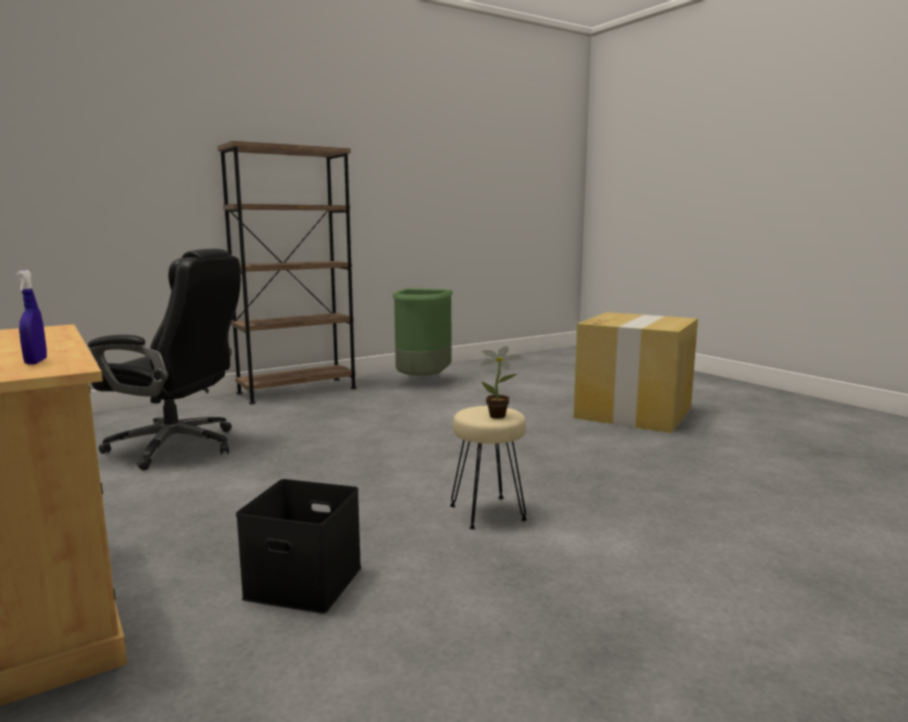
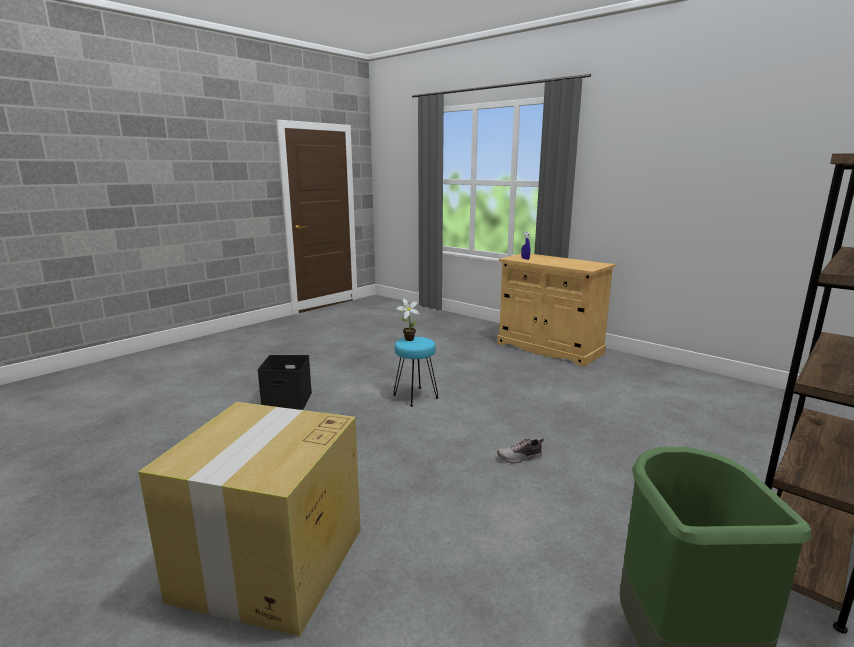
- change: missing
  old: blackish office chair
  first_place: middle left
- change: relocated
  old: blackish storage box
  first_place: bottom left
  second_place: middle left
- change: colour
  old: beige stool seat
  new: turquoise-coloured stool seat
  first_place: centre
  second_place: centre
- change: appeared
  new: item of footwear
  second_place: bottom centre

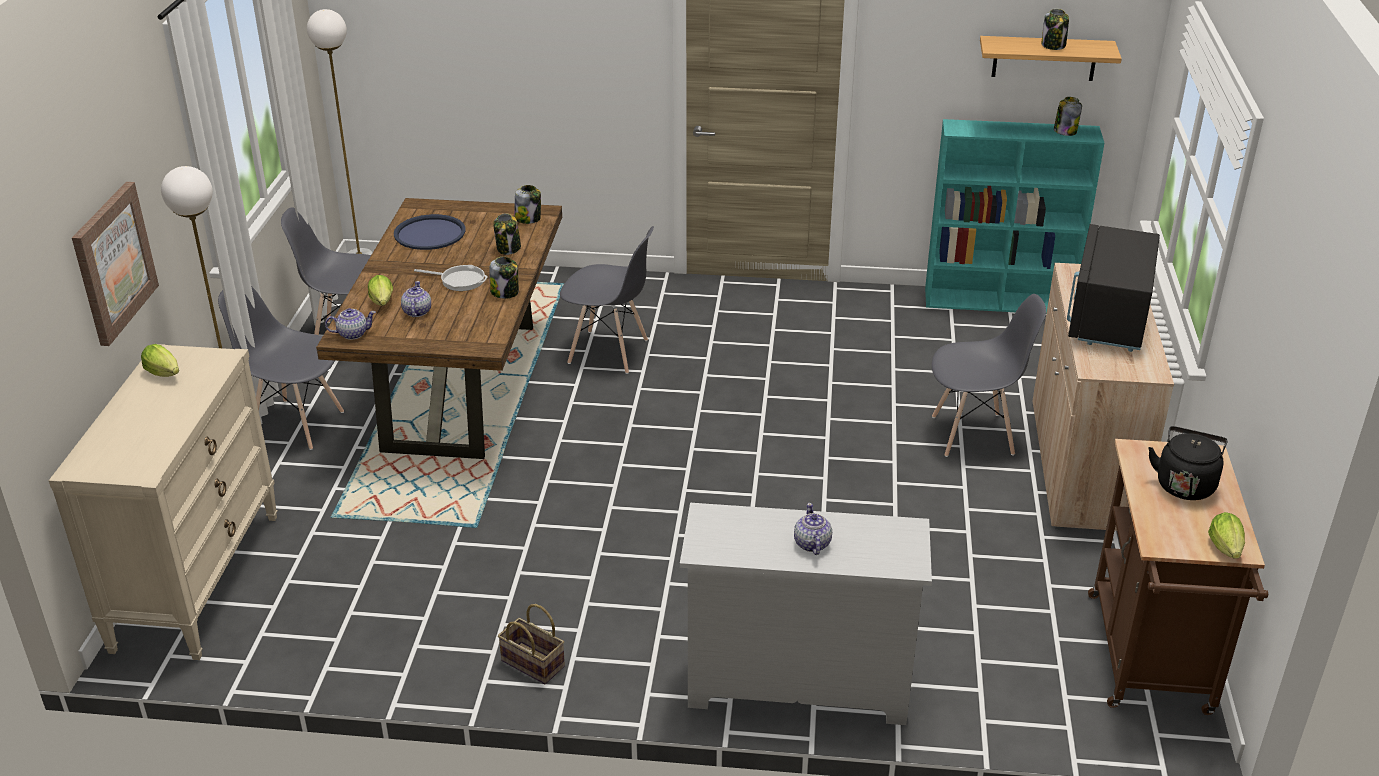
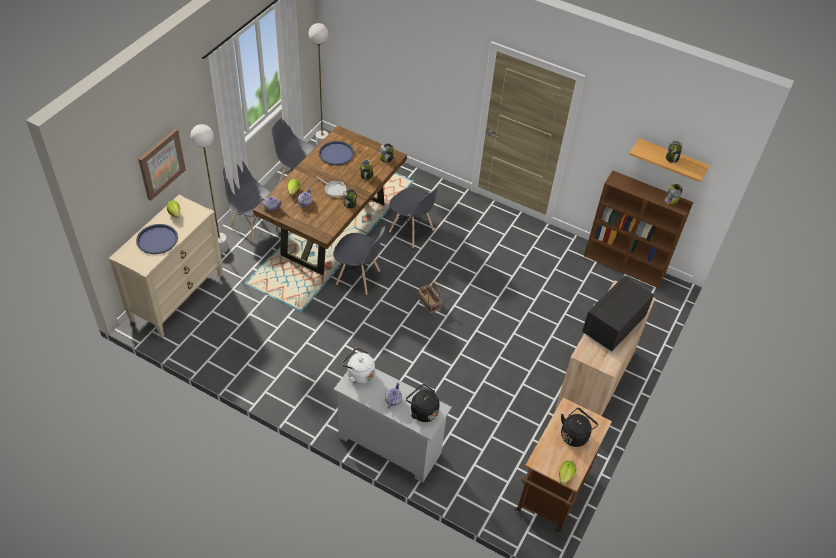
- change: relocated
  old: storage basket
  first_place: bottom centre
  second_place: centre
- change: colour
  old: turquoise-coloured bookcase
  new: brown-coloured bookcase
  first_place: top right
  second_place: middle right
- change: relocated
  old: greyish plain chair (no. 4 from left in the first image)
  new: greyish plain chair (no. 3 from left)
  first_place: middle right
  second_place: centre
- change: appeared
  new: blue-coloured tray (no. 1 from left)
  second_place: middle left
- change: appeared
  new: whitish kettle
  second_place: centre
- change: appeared
  new: blackish kettle (no. 1 from left)
  second_place: bottom centre

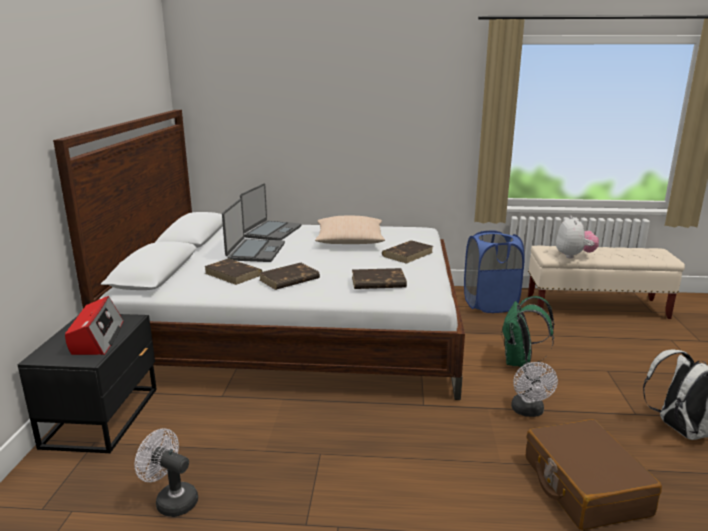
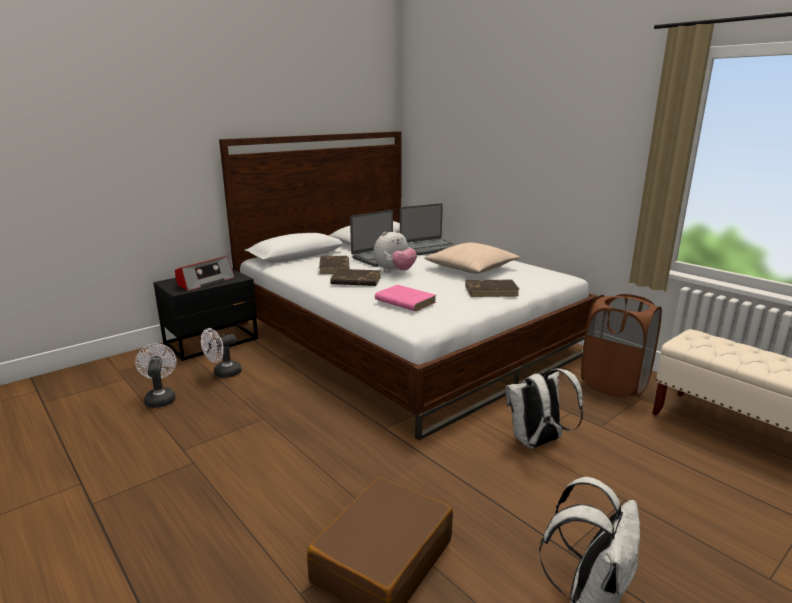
- change: colour
  old: brown-coloured book (no. 3 from left)
  new: pinkish book
  first_place: centre
  second_place: centre
- change: colour
  old: blue-coloured washing basket
  new: brown-coloured washing basket
  first_place: middle right
  second_place: middle right
- change: colour
  old: green backpack
  new: whitish backpack (no. 1 from left)
  first_place: middle right
  second_place: bottom right
- change: relocated
  old: whitish electric fan (no. 2 from left)
  first_place: bottom right
  second_place: middle left
- change: relocated
  old: soft toy
  first_place: middle right
  second_place: centre

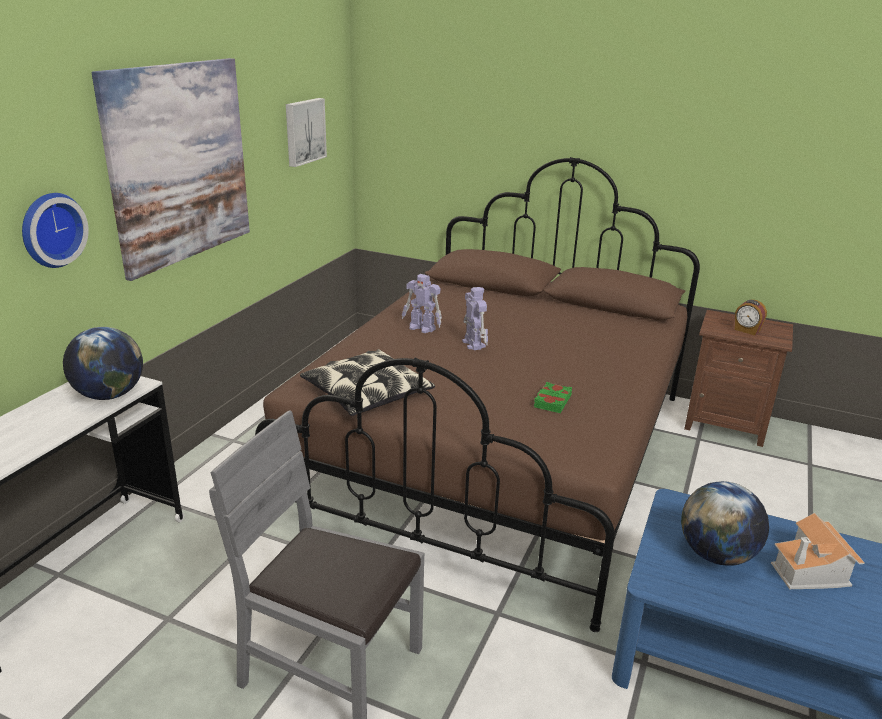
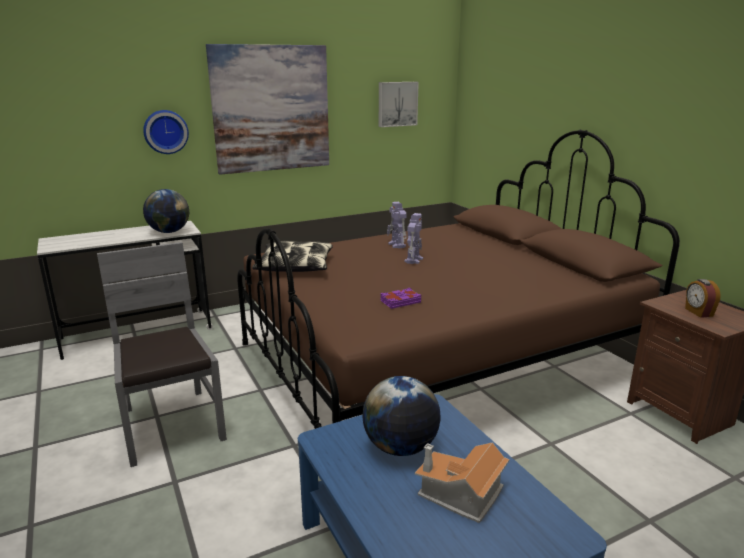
- change: colour
  old: green book
  new: purple-coloured book
  first_place: centre
  second_place: centre

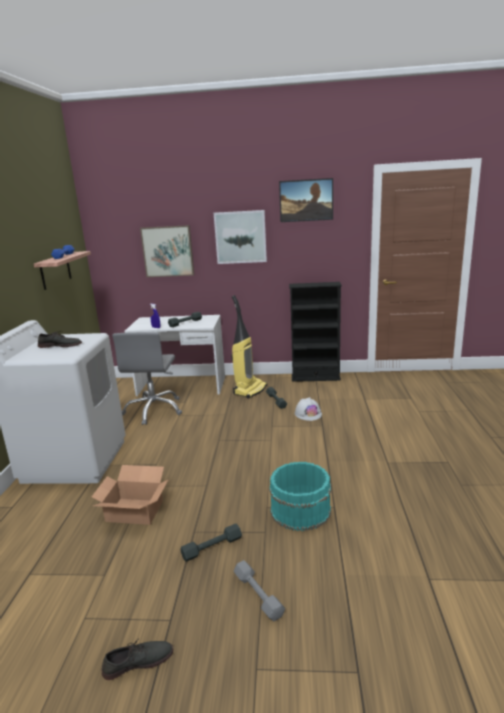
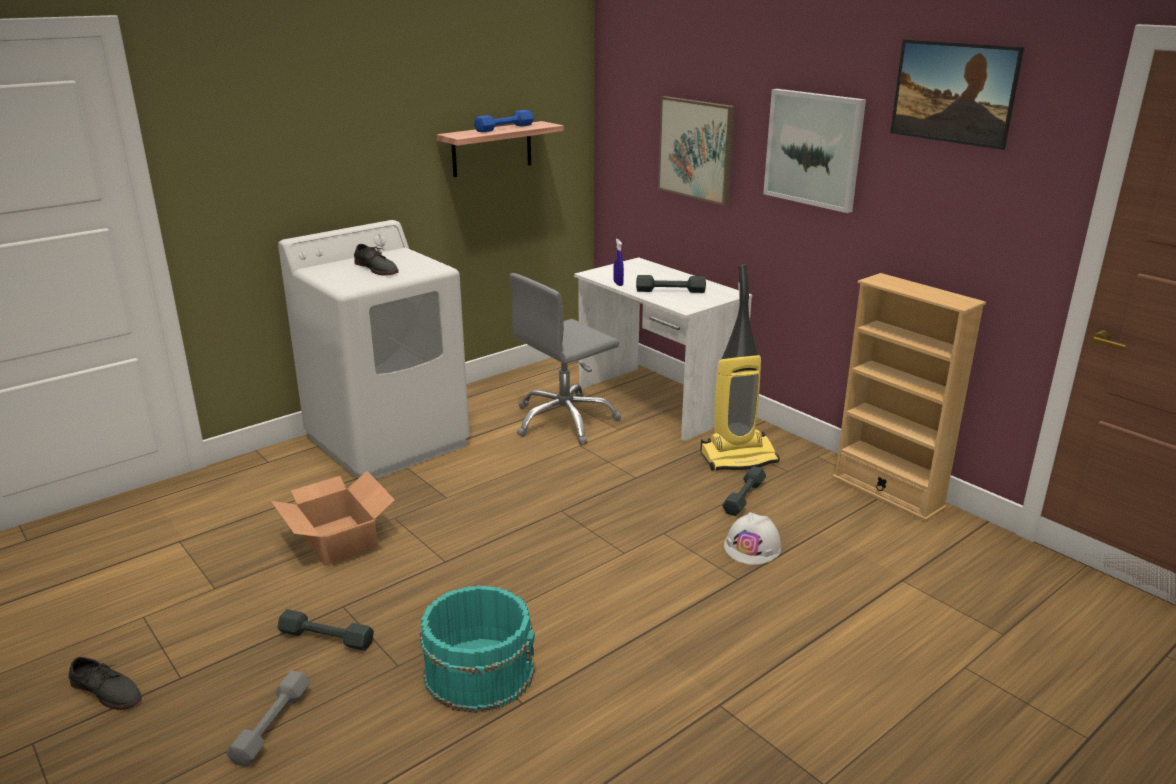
- change: colour
  old: blackish bookcase
  new: beige bookcase
  first_place: centre
  second_place: middle right

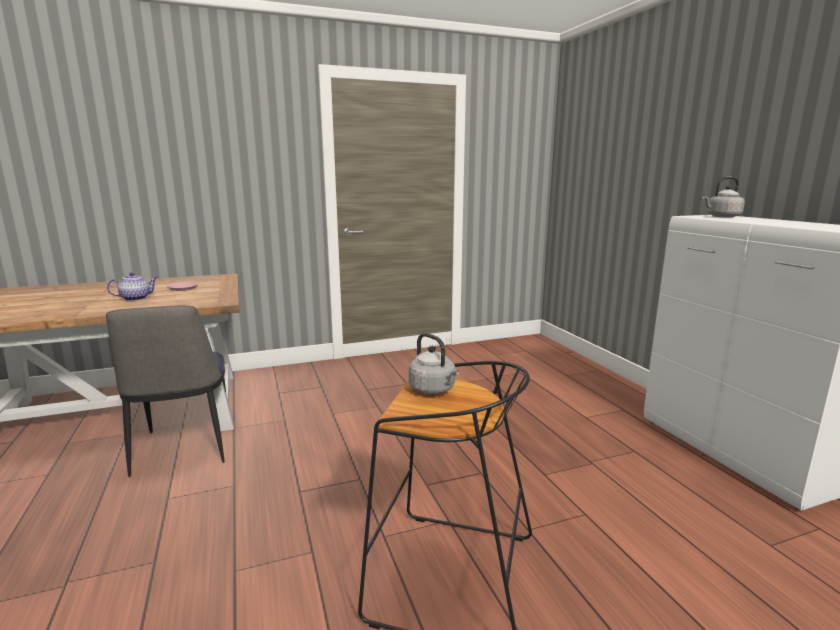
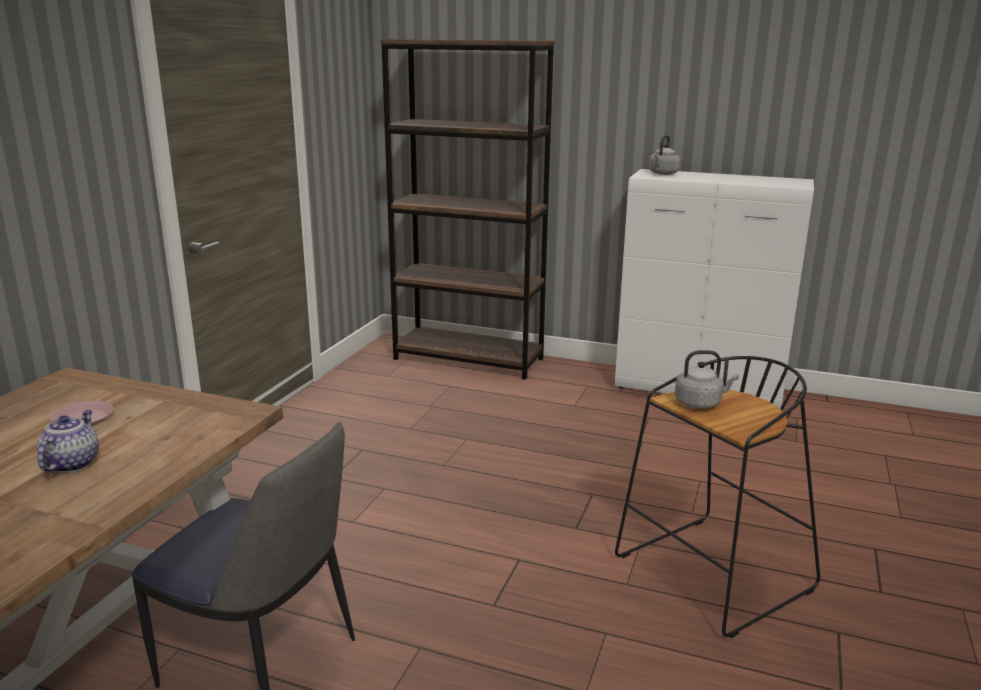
- change: appeared
  new: brown-coloured bookcase
  second_place: top centre

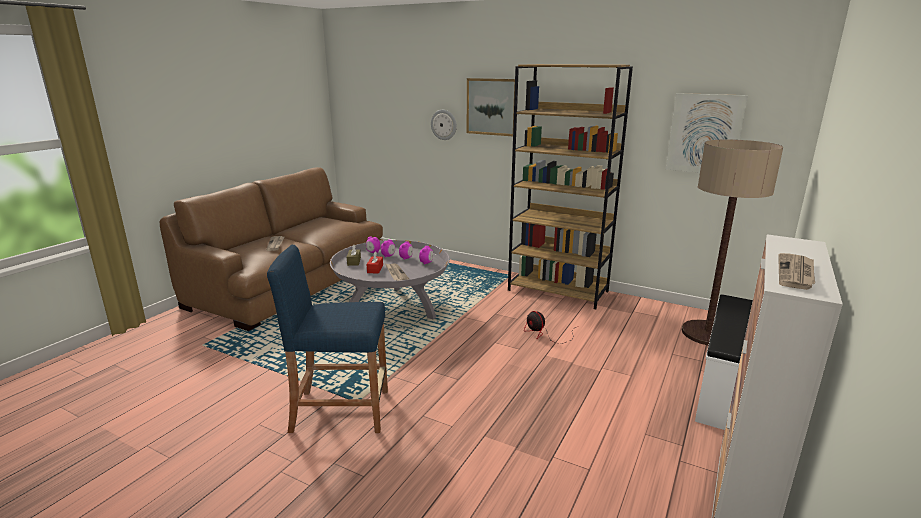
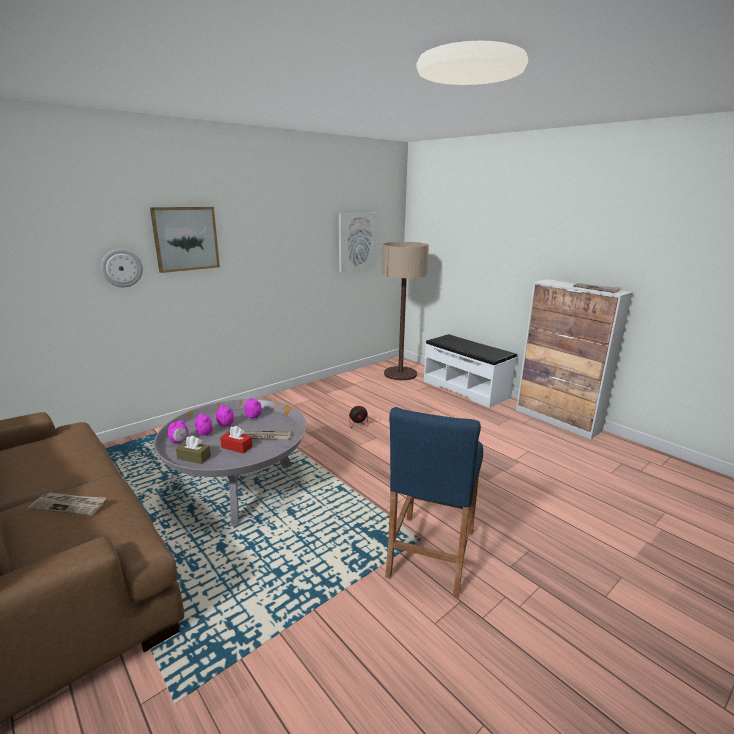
- change: missing
  old: brown-coloured bookcase
  first_place: centre

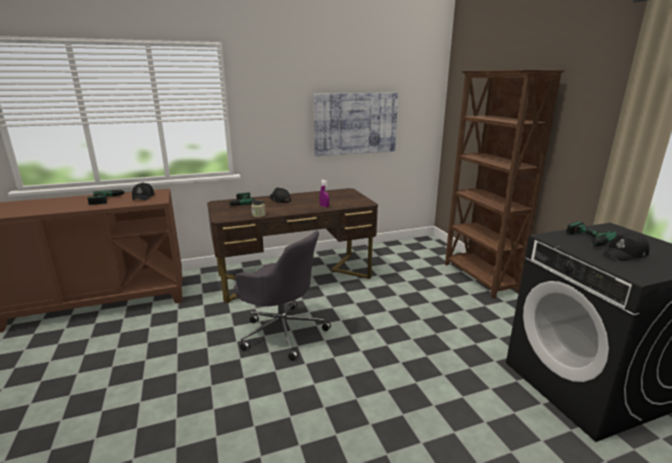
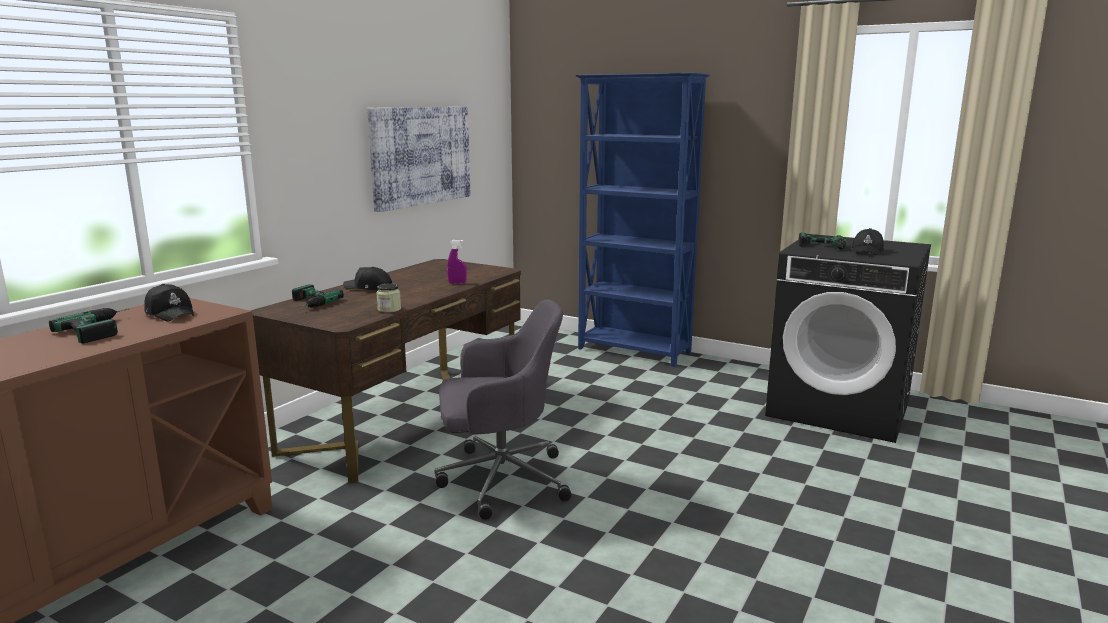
- change: colour
  old: brown-coloured bookcase
  new: blue-coloured bookcase
  first_place: middle right
  second_place: centre

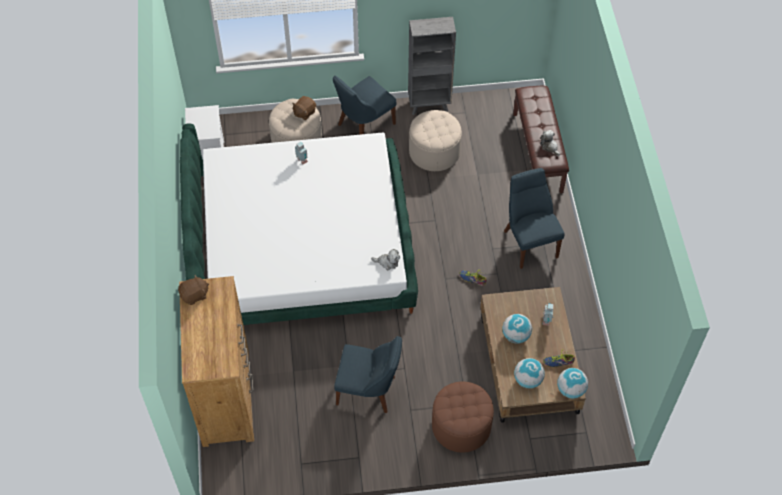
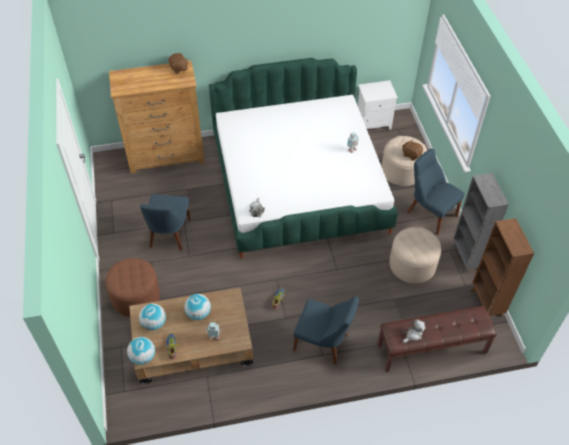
- change: spun
  old: blue-coloured plain chair (no. 3 from left in the first image)
  first_place: middle right
  second_place: bottom centre
  degrees: 45
- change: appeared
  new: brown-coloured bookcase
  second_place: middle right

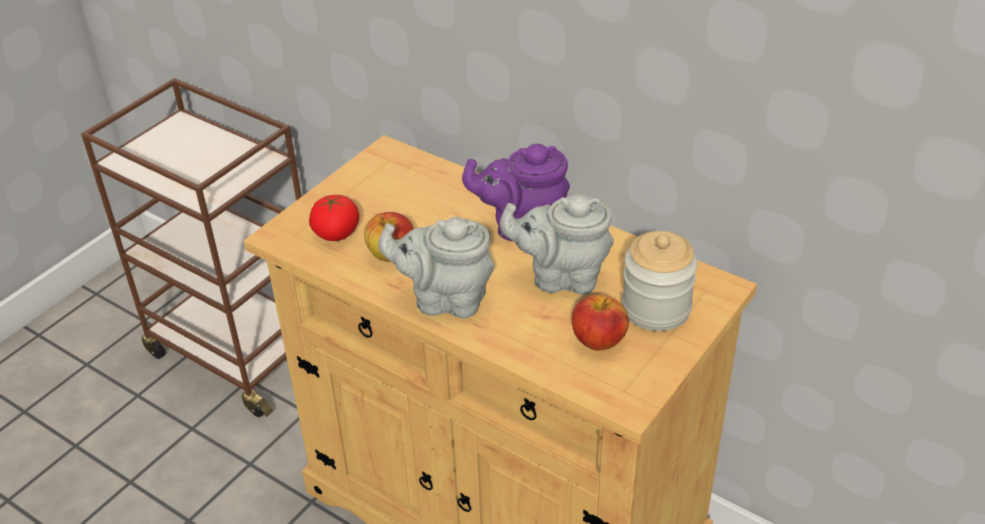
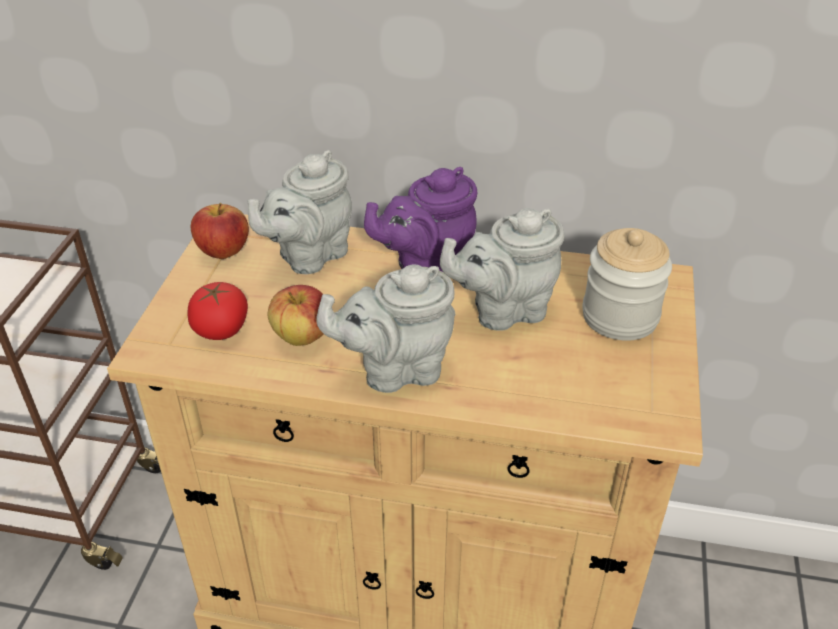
- change: relocated
  old: apple fruit (no. 2 from left in the first image)
  new: apple fruit (no. 1 from left)
  first_place: centre
  second_place: middle left
- change: appeared
  new: greyish pot for tea (no. 1 from left)
  second_place: centre

